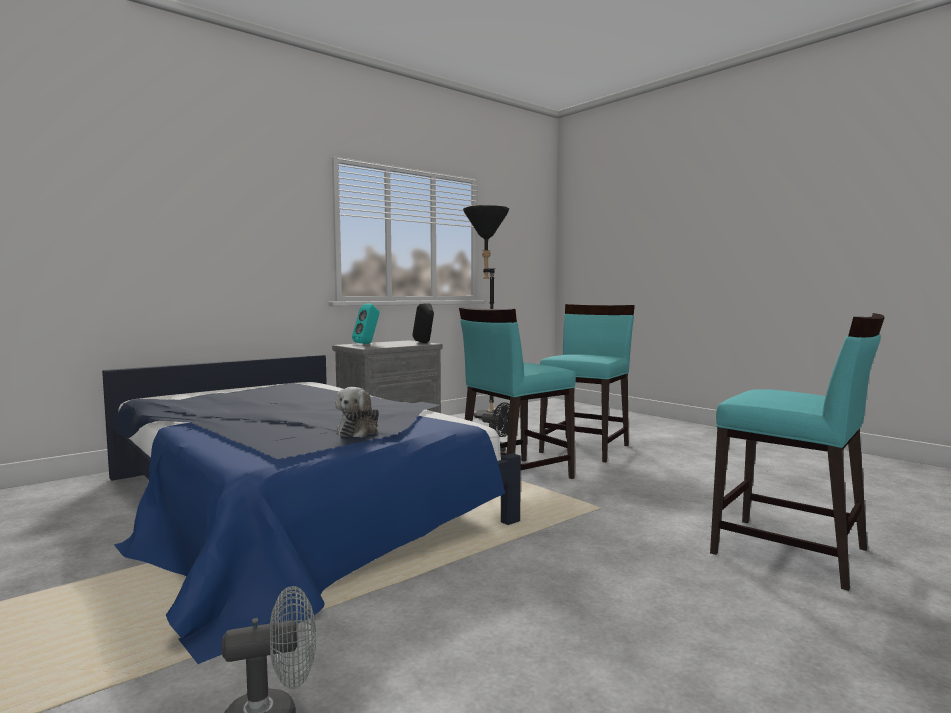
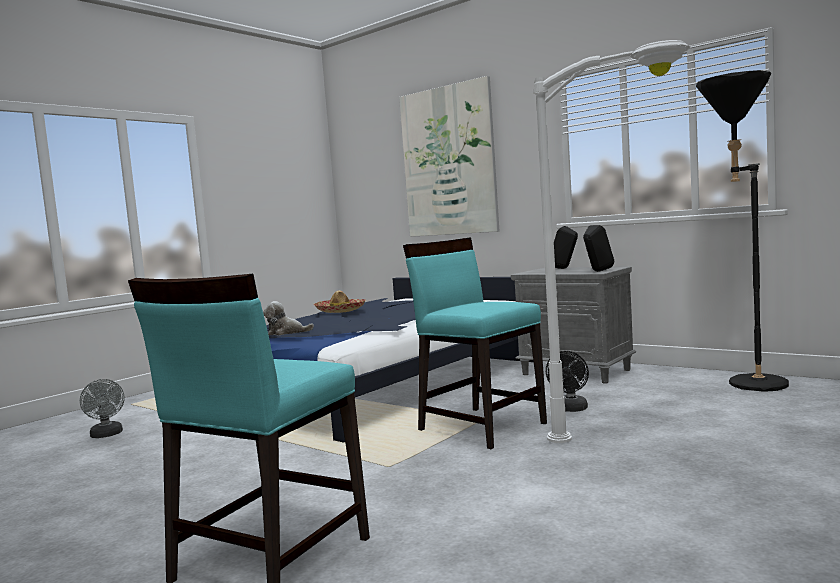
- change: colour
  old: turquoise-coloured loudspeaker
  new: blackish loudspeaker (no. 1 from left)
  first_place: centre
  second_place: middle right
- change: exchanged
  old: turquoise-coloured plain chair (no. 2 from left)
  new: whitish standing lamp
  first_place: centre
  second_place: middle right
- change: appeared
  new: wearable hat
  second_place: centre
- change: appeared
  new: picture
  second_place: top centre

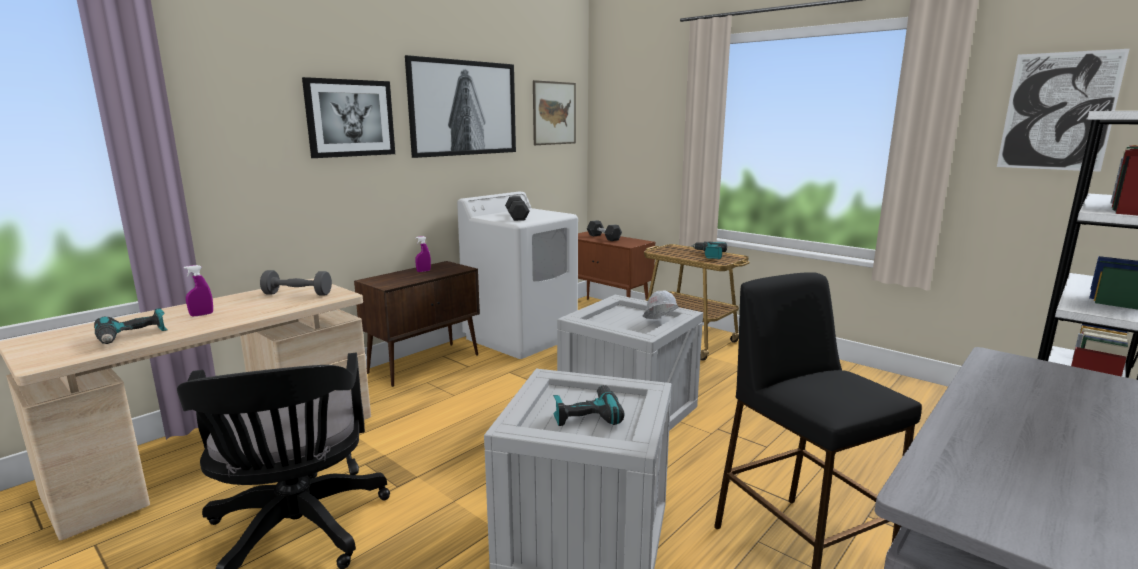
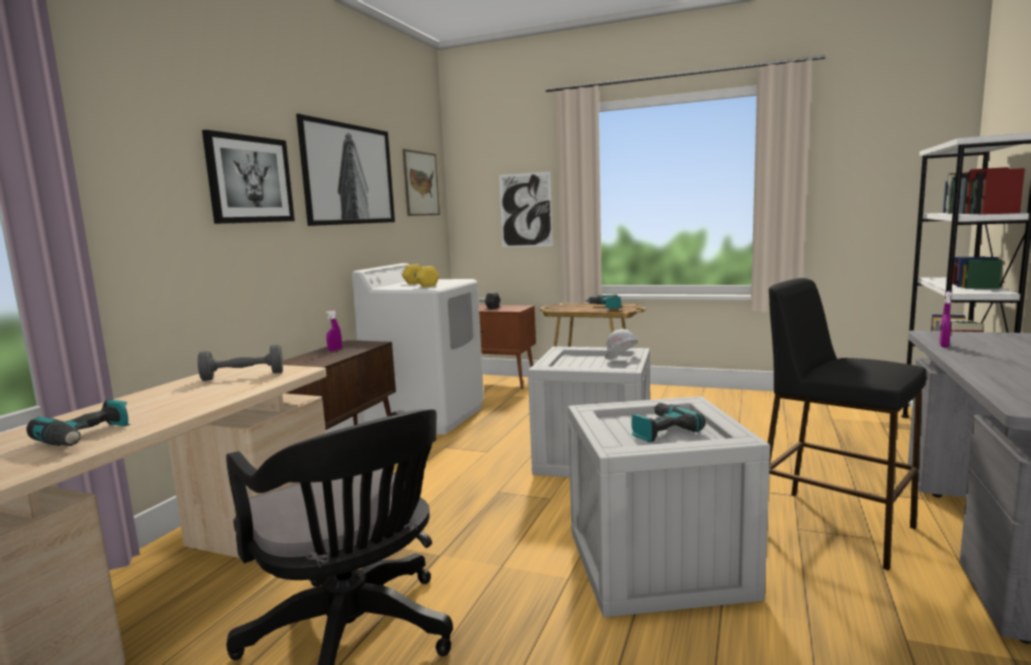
- change: relocated
  old: purple-coloured hand sprayer (no. 1 from left in the first image)
  new: purple-coloured hand sprayer (no. 2 from left)
  first_place: middle left
  second_place: middle right
- change: colour
  old: greyish dumbbell (no. 2 from left)
  new: yellow-coloured dumbbell
  first_place: centre
  second_place: centre
- change: relocated
  old: picture (no. 4 from left)
  first_place: top right
  second_place: top centre

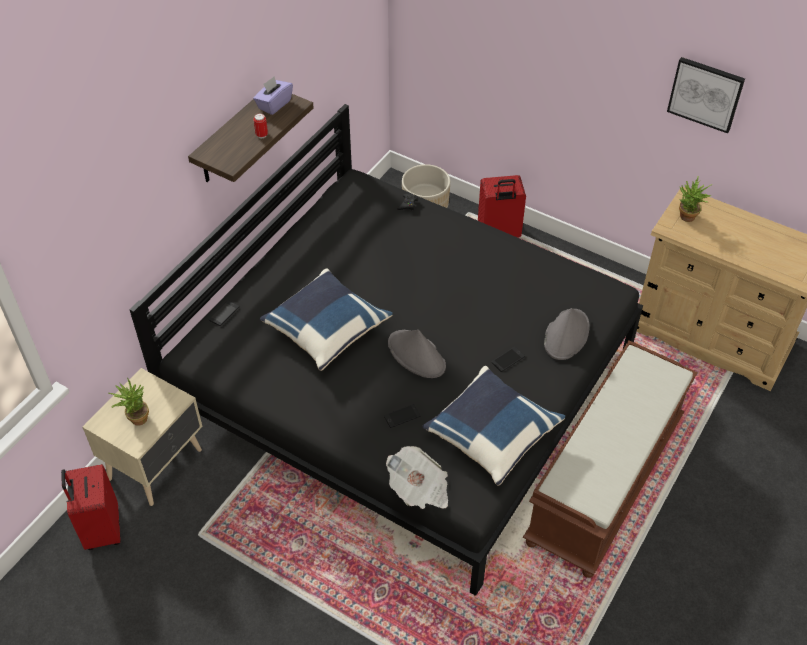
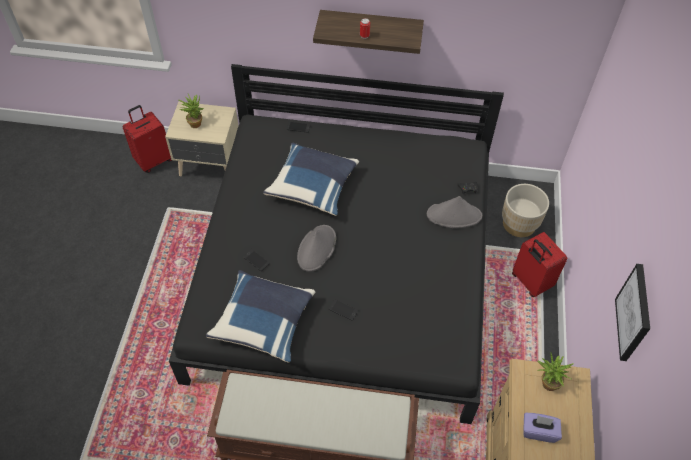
- change: relocated
  old: purple-coloured tissue box
  first_place: top centre
  second_place: bottom right
- change: missing
  old: newspaper
  first_place: bottom centre
- change: relocated
  old: greyish wearable hat (no. 2 from left)
  first_place: middle right
  second_place: centre

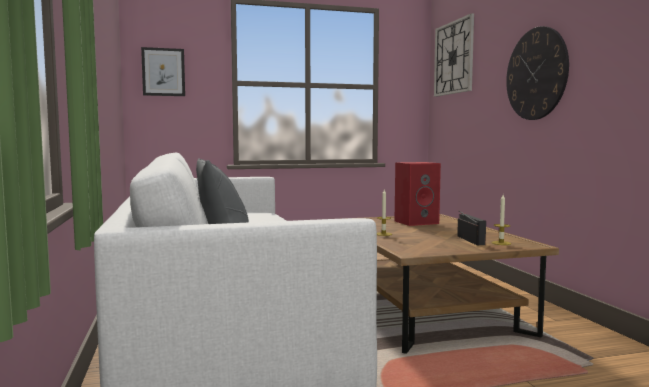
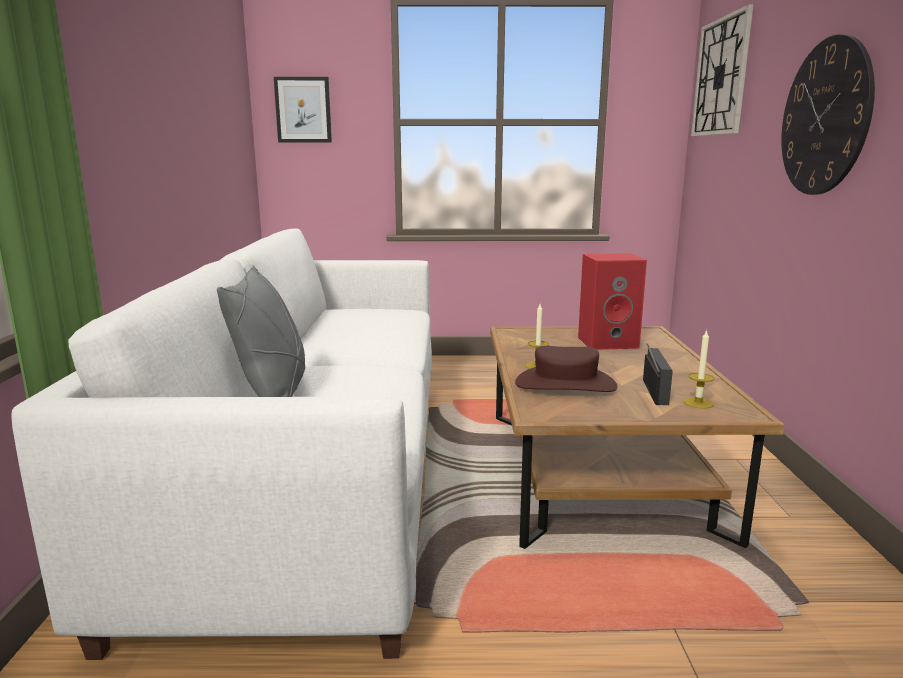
- change: appeared
  new: brown-coloured wearable hat
  second_place: centre

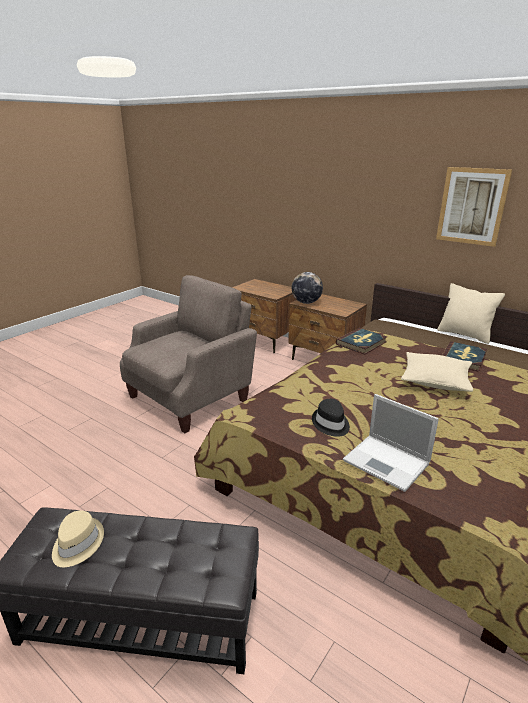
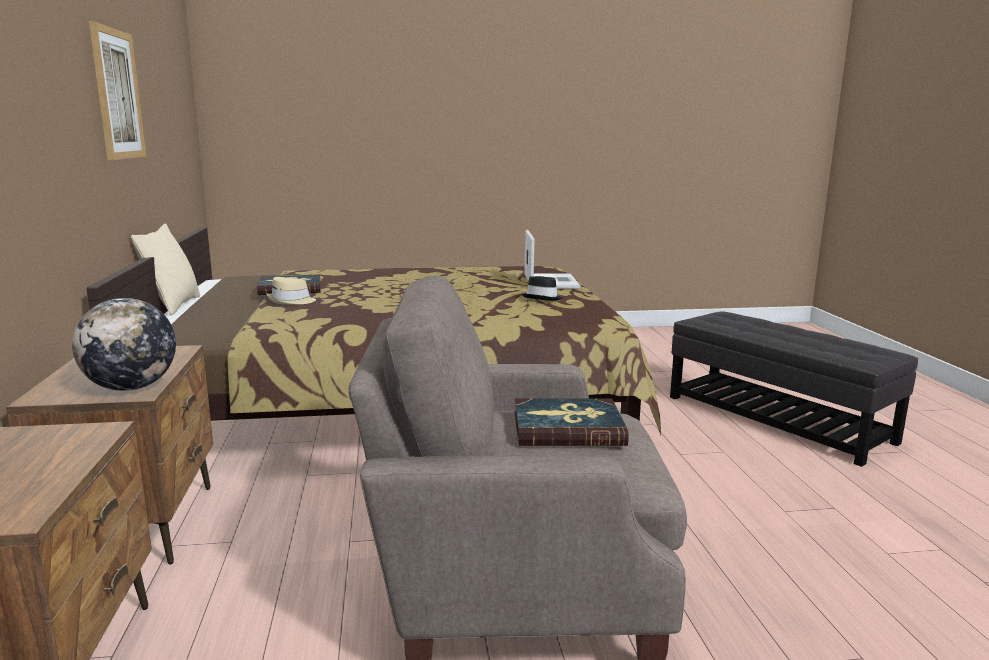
- change: relocated
  old: beige wearable hat
  first_place: bottom left
  second_place: middle left
- change: relocated
  old: book (no. 1 from left in the first image)
  new: book (no. 2 from left)
  first_place: middle right
  second_place: centre
- change: missing
  old: beige pillow (no. 1 from left)
  first_place: middle right

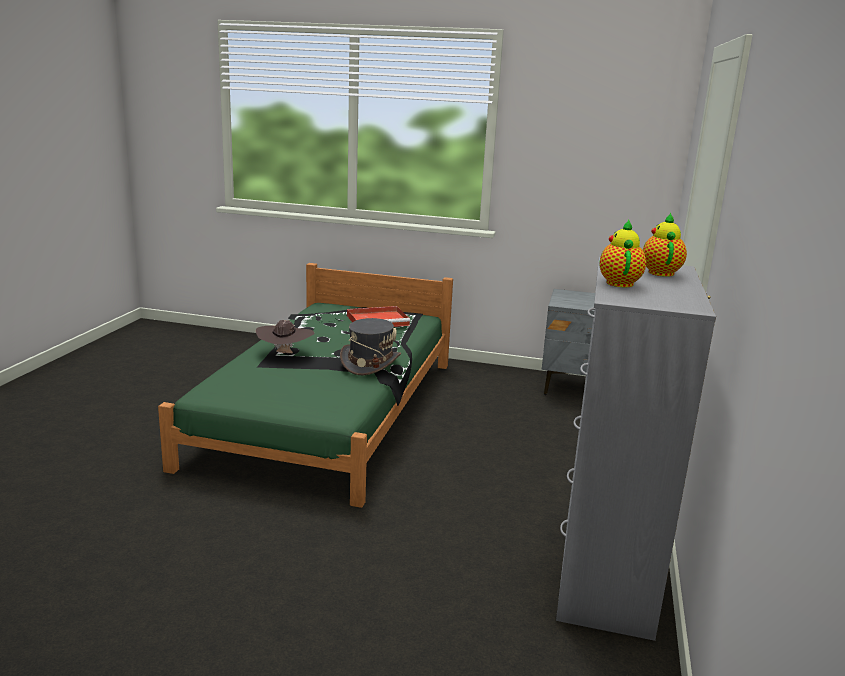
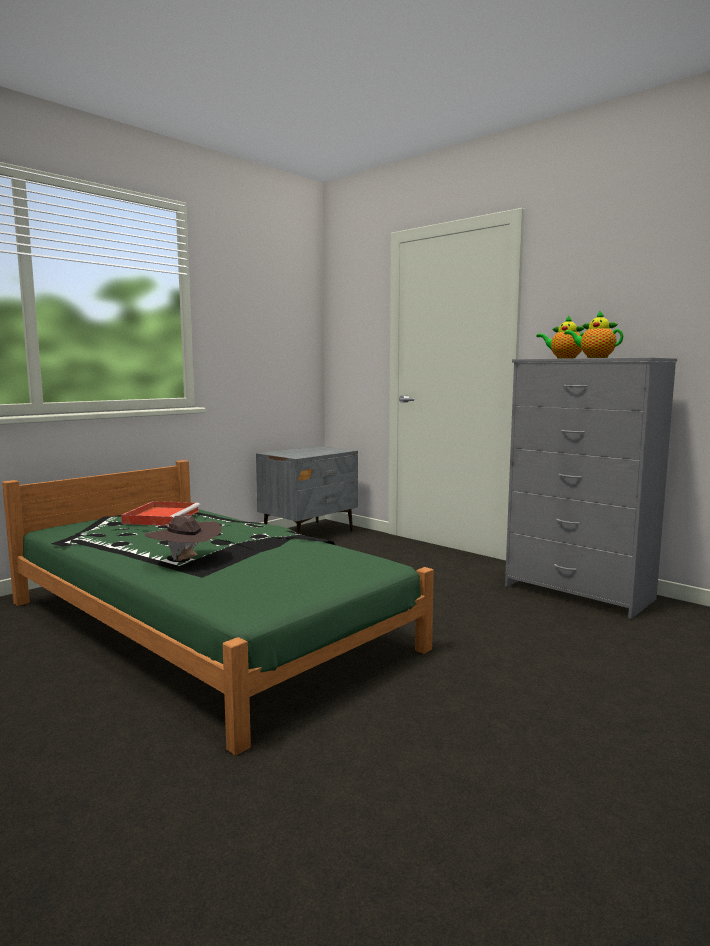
- change: missing
  old: greyish wearable hat
  first_place: centre

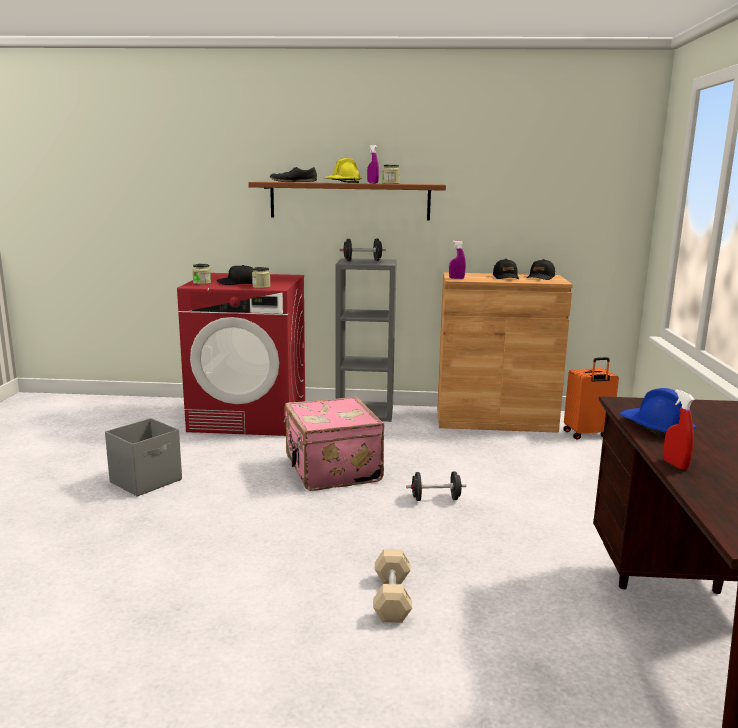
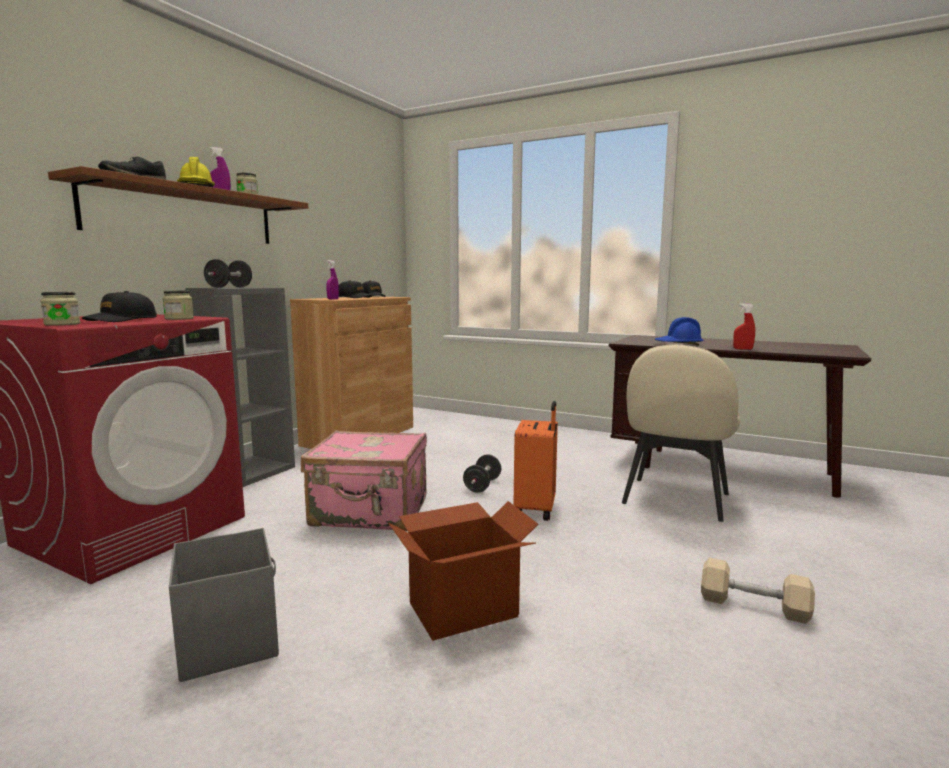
- change: relocated
  old: beige dumbbell
  first_place: bottom centre
  second_place: bottom right
- change: relocated
  old: orange-coloured suitcase
  first_place: middle right
  second_place: centre
- change: appeared
  new: carton
  second_place: bottom centre
- change: appeared
  new: beige plain chair
  second_place: middle right

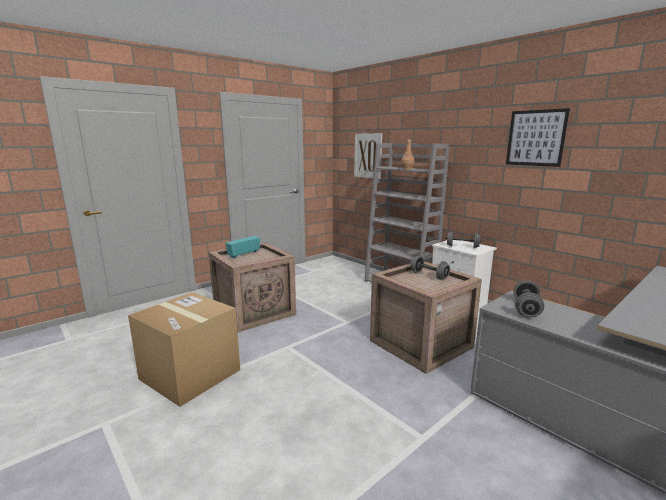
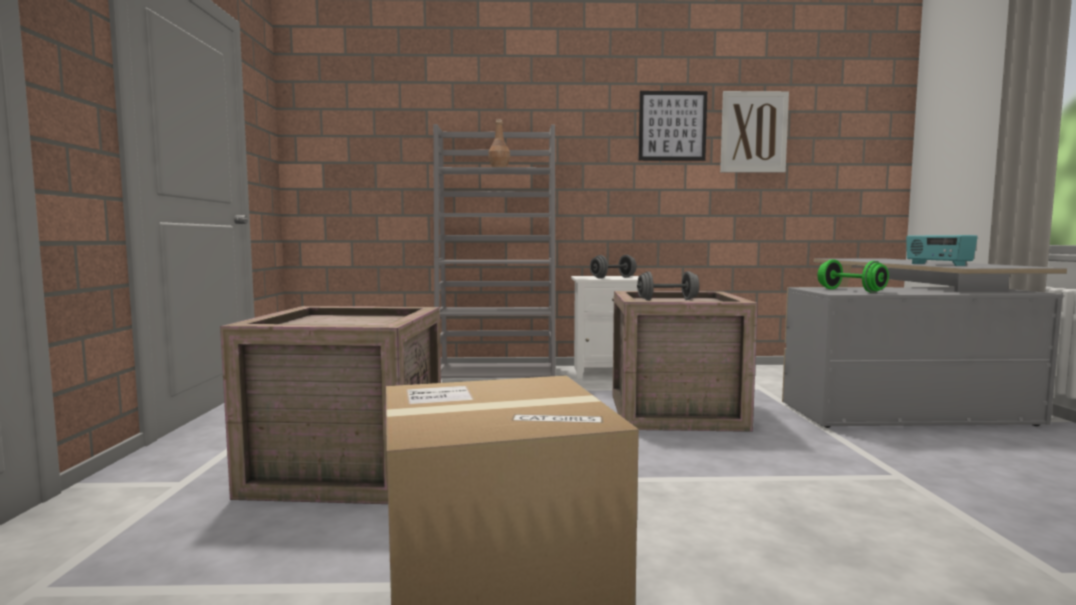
- change: relocated
  old: radio
  first_place: centre
  second_place: middle right
- change: relocated
  old: picture (no. 1 from left in the first image)
  new: picture (no. 2 from left)
  first_place: top centre
  second_place: top right
- change: colour
  old: greyish dumbbell (no. 3 from left)
  new: green dumbbell
  first_place: middle right
  second_place: middle right

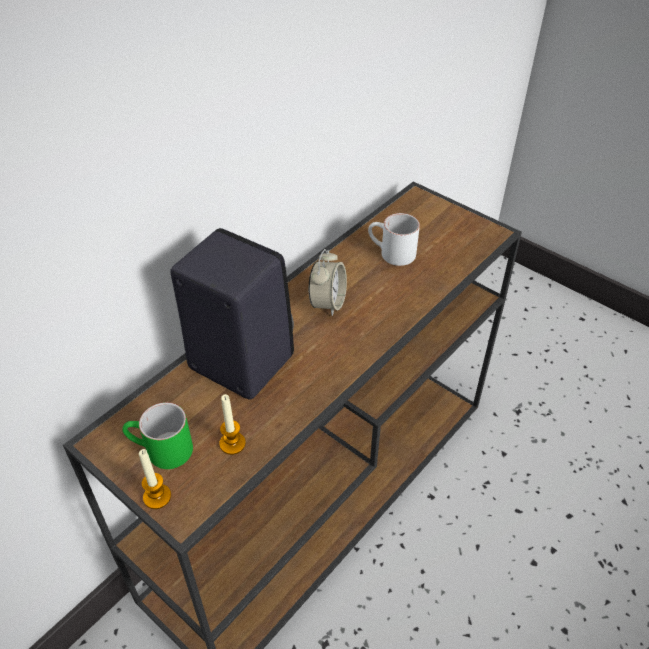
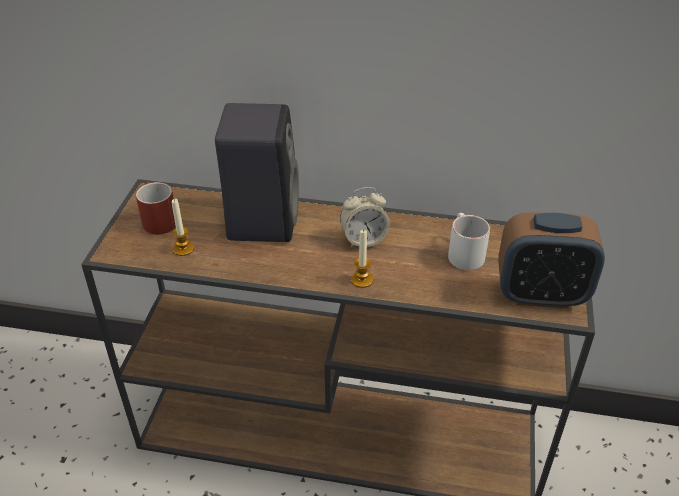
- change: colour
  old: green mug
  new: reddish mug
  first_place: bottom left
  second_place: middle left
- change: relocated
  old: wax light (no. 1 from left in the first image)
  new: wax light (no. 2 from left)
  first_place: bottom left
  second_place: centre
- change: appeared
  new: bedside clock (no. 2 from left)
  second_place: middle right

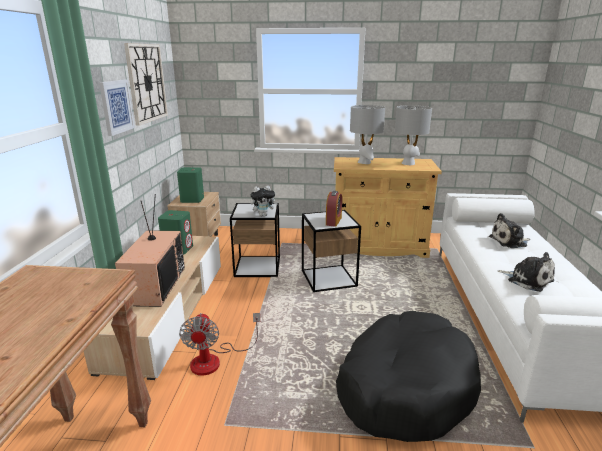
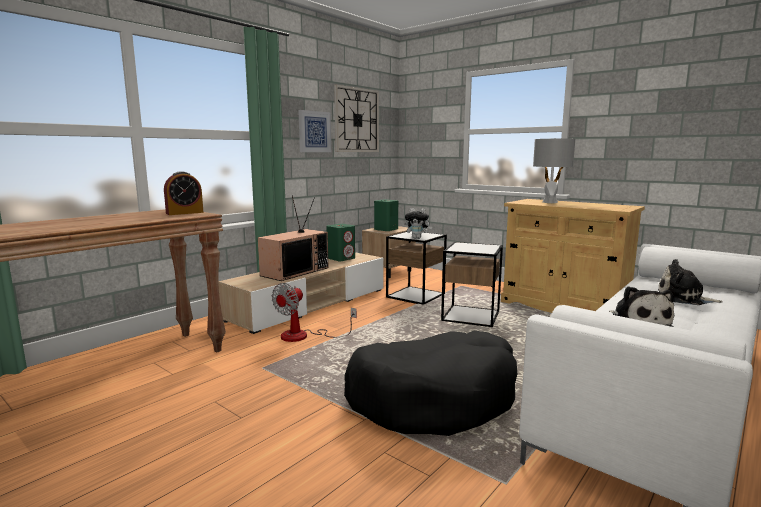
- change: relocated
  old: bedside clock
  first_place: centre
  second_place: middle left
- change: missing
  old: greyish tabletop lamp (no. 2 from left)
  first_place: top right

